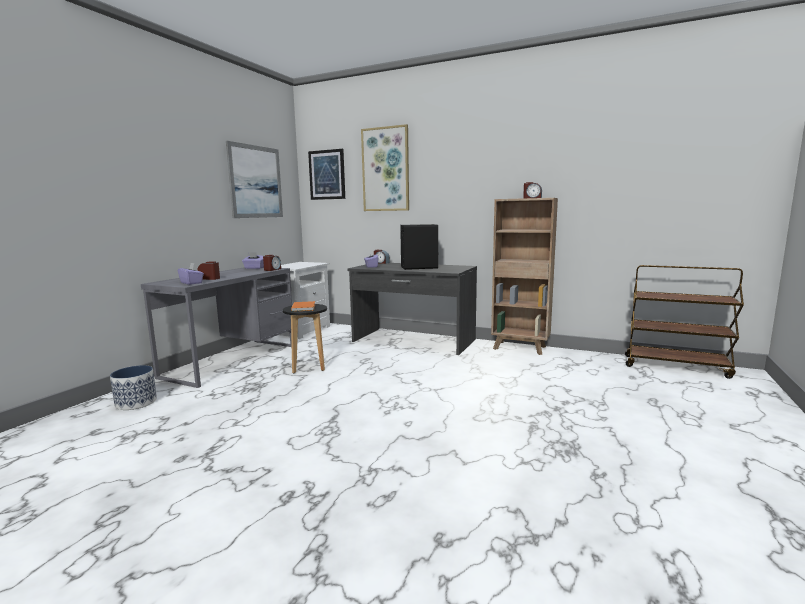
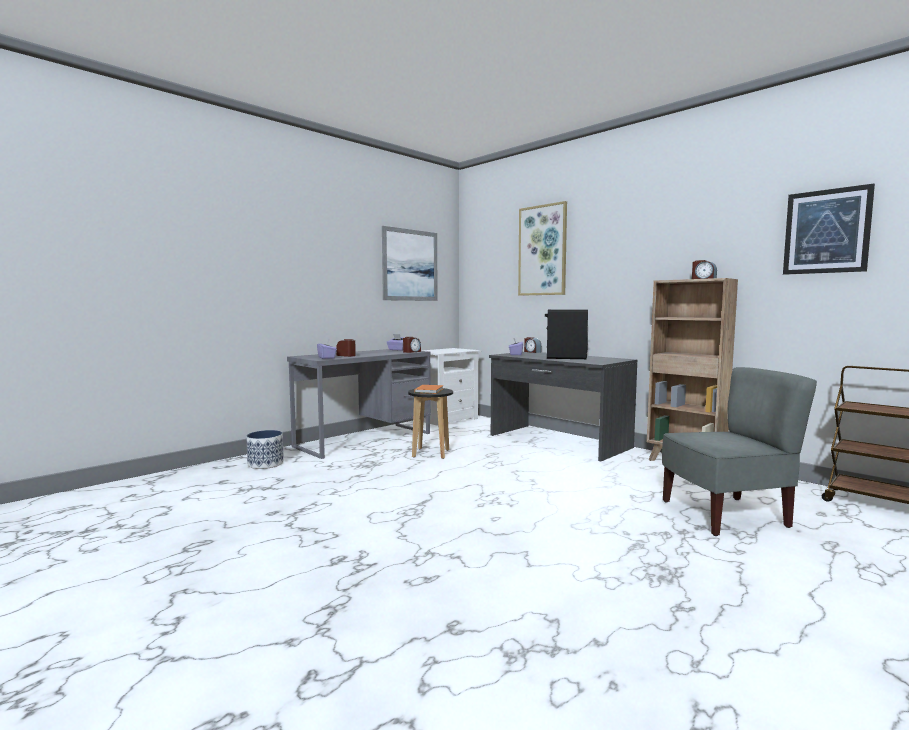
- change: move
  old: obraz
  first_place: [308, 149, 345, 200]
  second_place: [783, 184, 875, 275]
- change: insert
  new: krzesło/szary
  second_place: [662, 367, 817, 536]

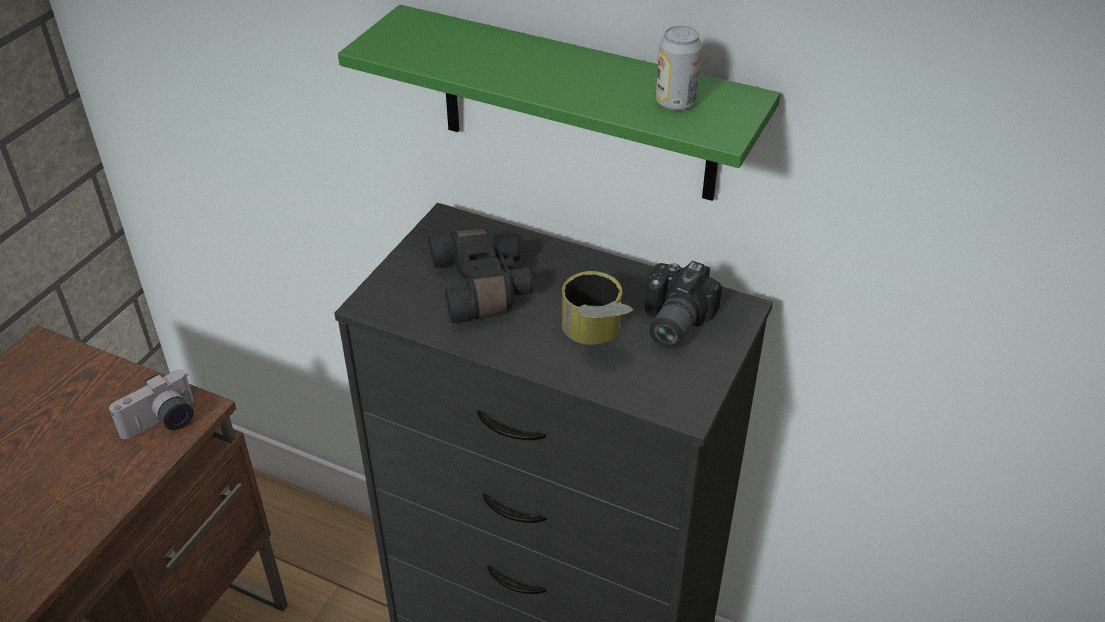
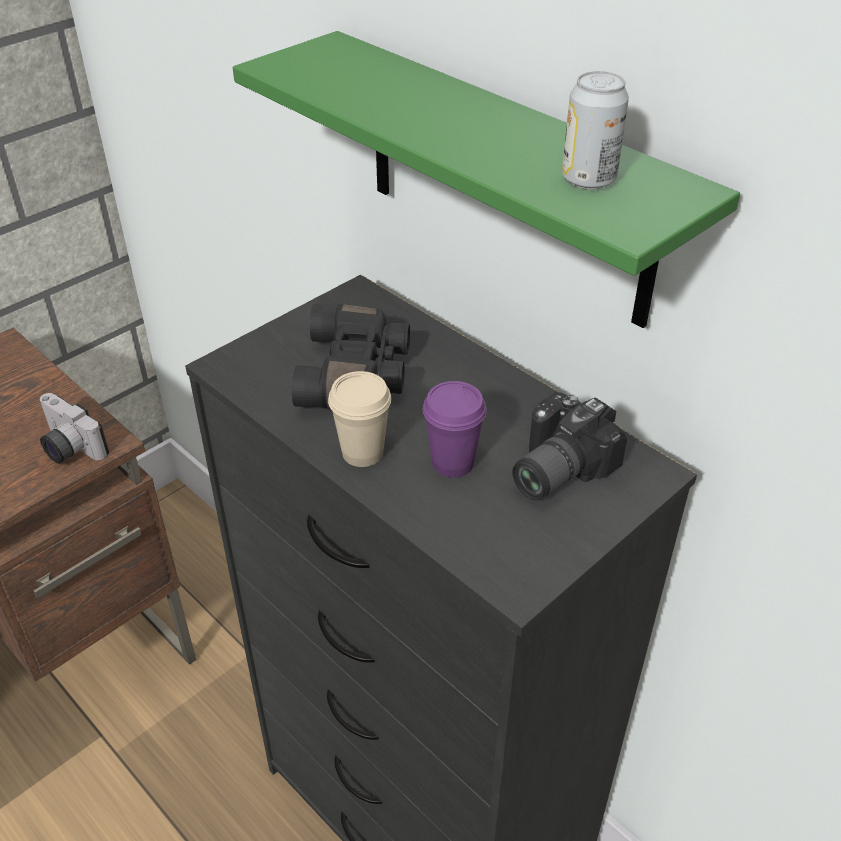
- change: replace
  old: puszka
  new: filiżanka/fioletowy
  first_place: [562, 271, 633, 345]
  second_place: [423, 381, 487, 478]
- change: rotate
  old: aparat fotograficzny
  first_place: [109, 369, 194, 439]
  second_place: [40, 393, 109, 464]
  degrees: 60
- change: insert
  new: filiżanka/beżowy
  second_place: [328, 371, 391, 467]

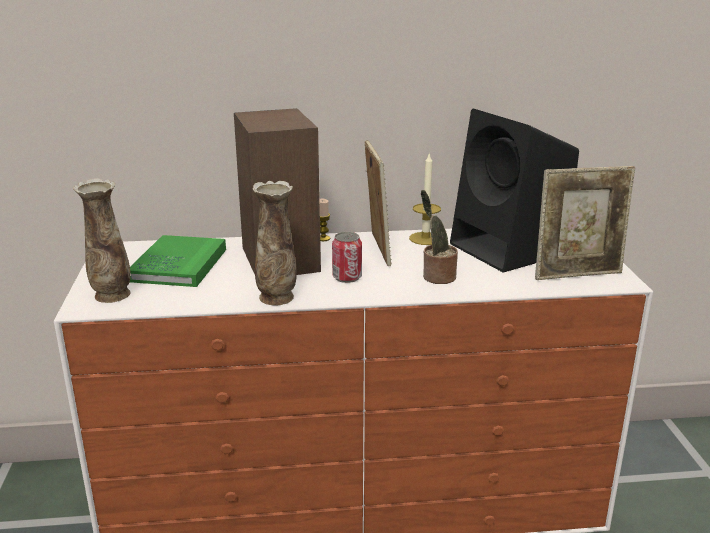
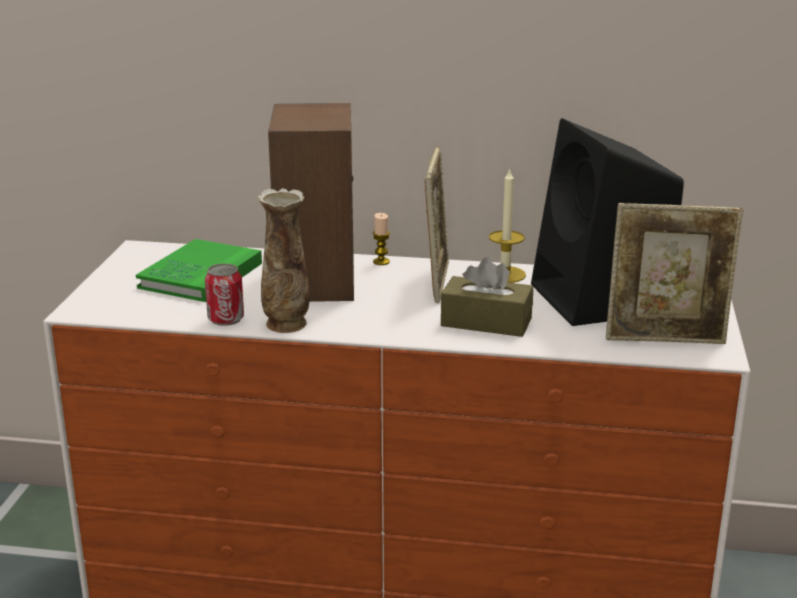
- change: delete
  old: wazon
  first_place: [73, 178, 131, 303]
- change: replace
  old: roślina doniczkowa
  new: pudełko chusteczek/brązowy
  first_place: [421, 190, 458, 284]
  second_place: [441, 257, 533, 337]
- change: move
  old: puszka
  first_place: [332, 232, 362, 283]
  second_place: [205, 263, 244, 326]

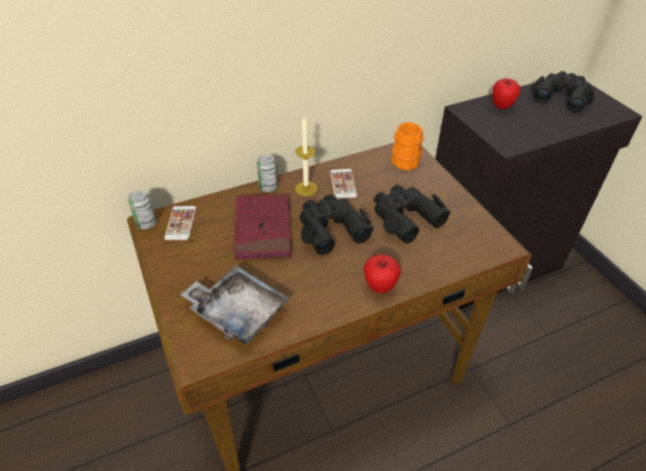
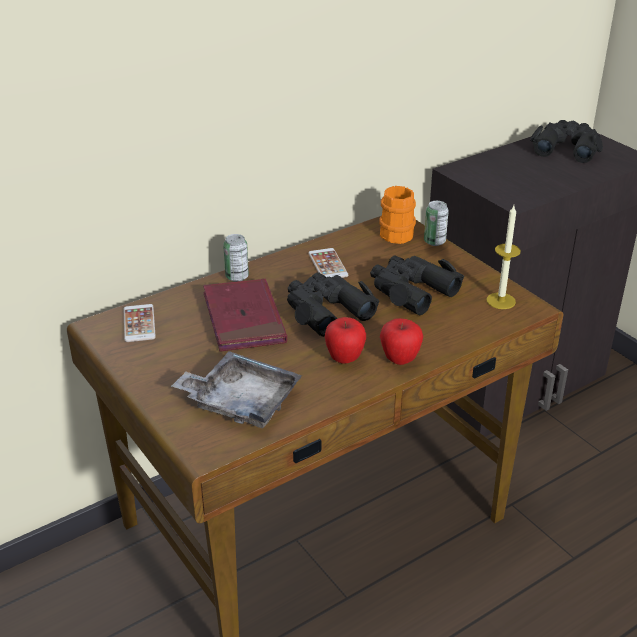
- change: move
  old: jabłko
  first_place: [492, 78, 520, 109]
  second_place: [325, 317, 366, 364]
- change: move
  old: świeca
  first_place: [295, 117, 318, 196]
  second_place: [487, 205, 521, 309]
- change: move
  old: puszka
  first_place: [128, 190, 157, 230]
  second_place: [424, 201, 449, 246]

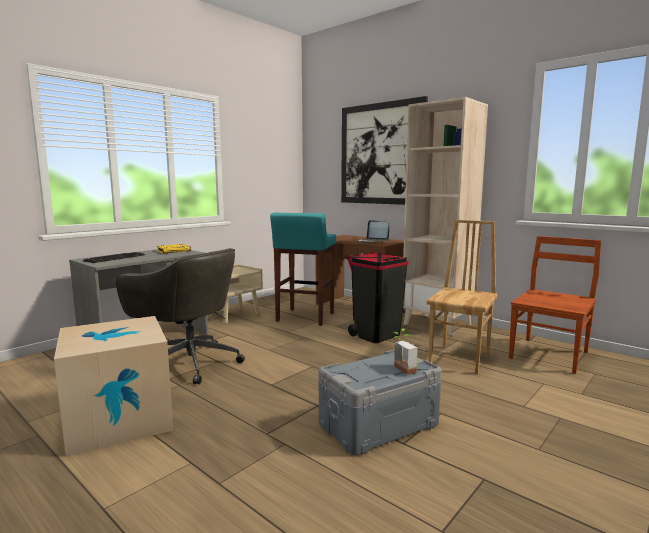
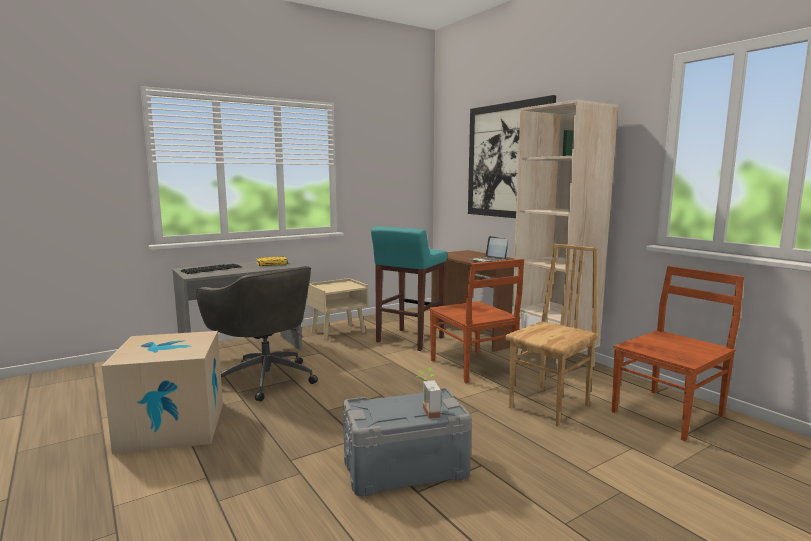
- change: replace
  old: kosz na śmieci/czarny
  new: krzesło/brązowy
  first_place: [347, 252, 409, 343]
  second_place: [429, 259, 524, 384]

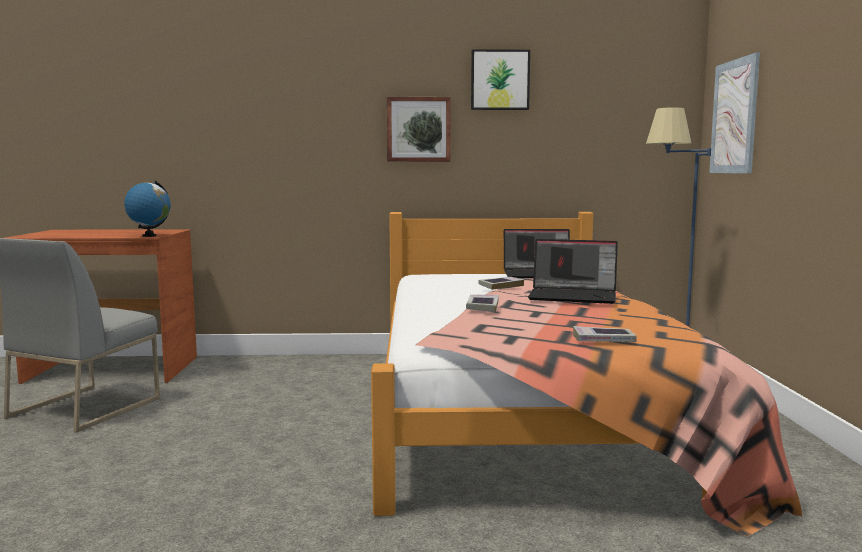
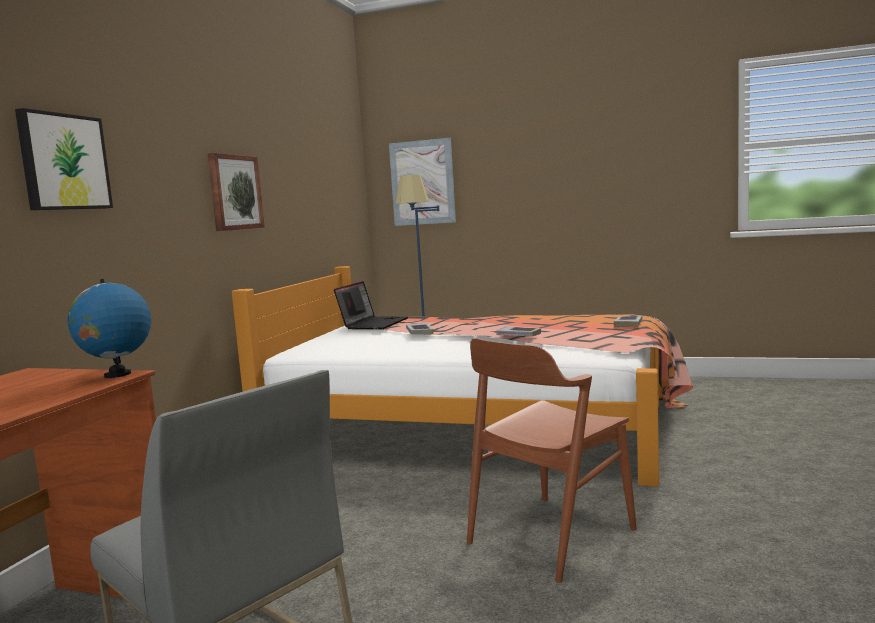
- change: move
  old: obraz
  first_place: [471, 49, 530, 110]
  second_place: [15, 108, 113, 210]
- change: delete
  old: laptop
  first_place: [528, 239, 618, 304]
- change: insert
  new: krzesło/brązowy
  second_place: [467, 338, 637, 583]

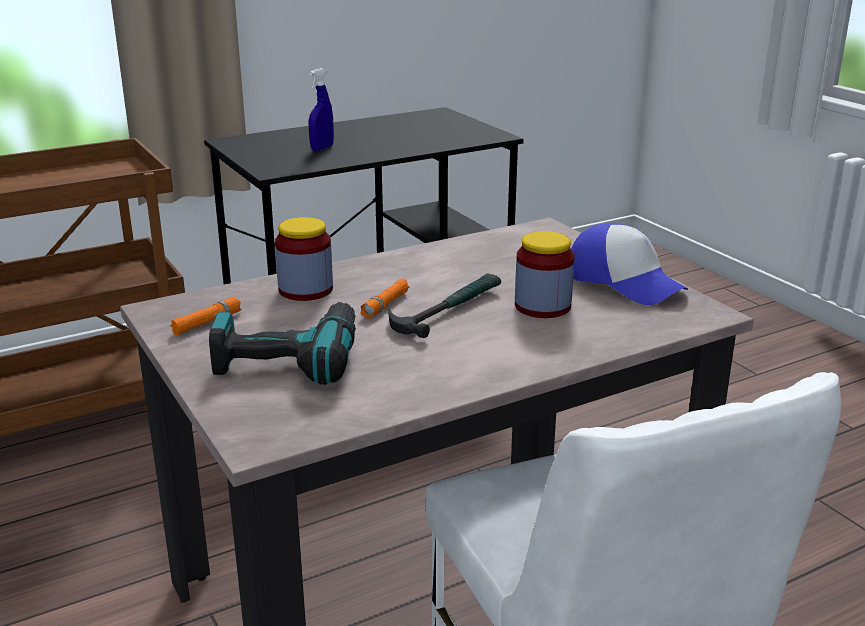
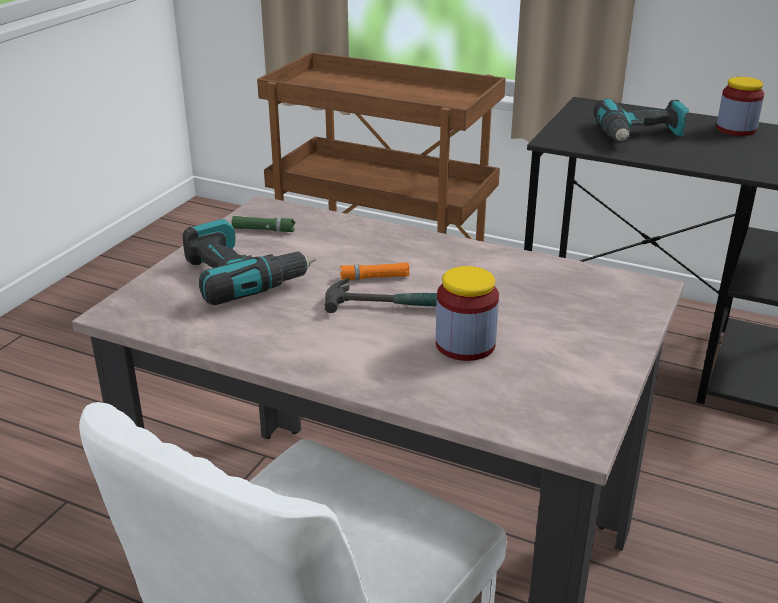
- change: replace
  old: spryskiwacz/niebieski
  new: wiertarka
  first_place: [309, 68, 334, 151]
  second_place: [594, 98, 689, 143]
- change: move
  old: słoik
  first_place: [275, 217, 333, 301]
  second_place: [716, 77, 764, 136]
- change: delete
  old: czapka z daszkiem
  first_place: [571, 223, 688, 305]
- change: recolor
  old: latarka/pomarańczowy
  new: latarka/zielony
  first_place: [170, 296, 241, 335]
  second_place: [231, 216, 295, 232]

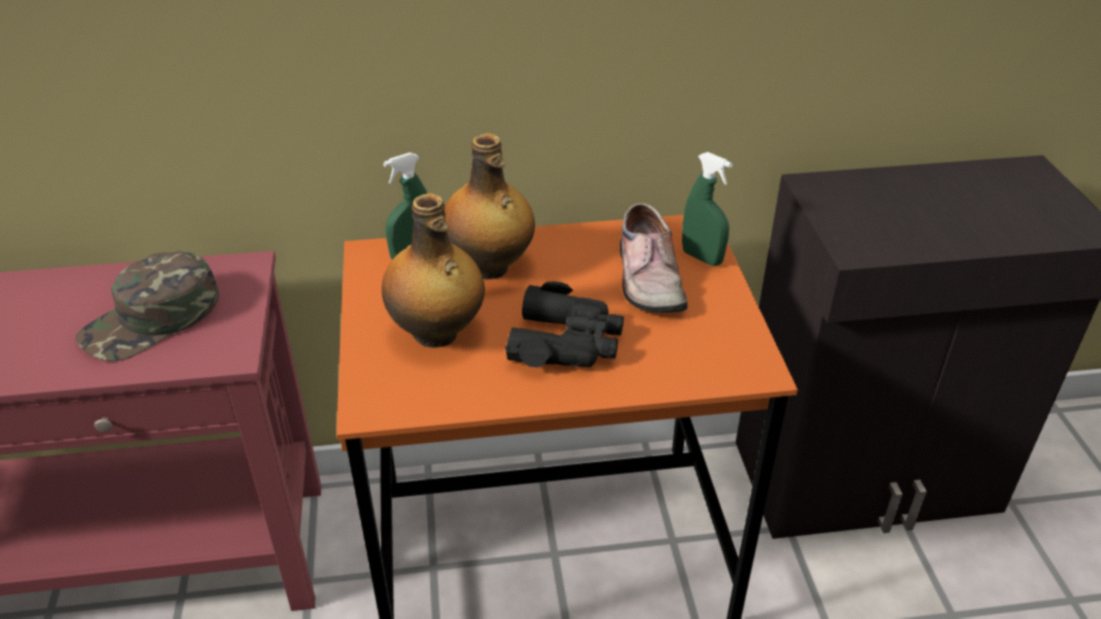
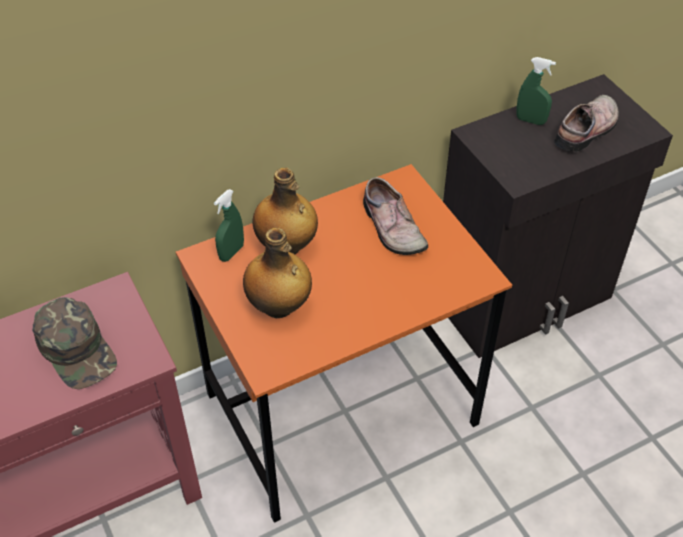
- change: move
  old: spryskiwacz/zielony
  first_place: [682, 152, 733, 266]
  second_place: [517, 57, 556, 125]
- change: rotate
  old: czapka z daszkiem/zielony
  first_place: [75, 250, 219, 361]
  second_place: [32, 297, 117, 389]
  degrees: -60
- change: delete
  old: lornetka/czarny
  first_place: [505, 281, 624, 368]
- change: insert
  new: but
  second_place: [554, 95, 619, 152]

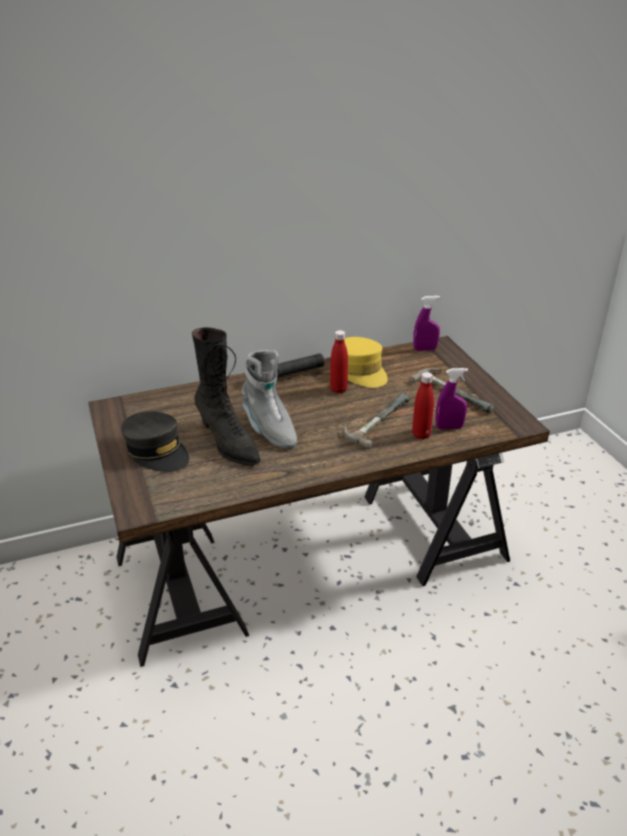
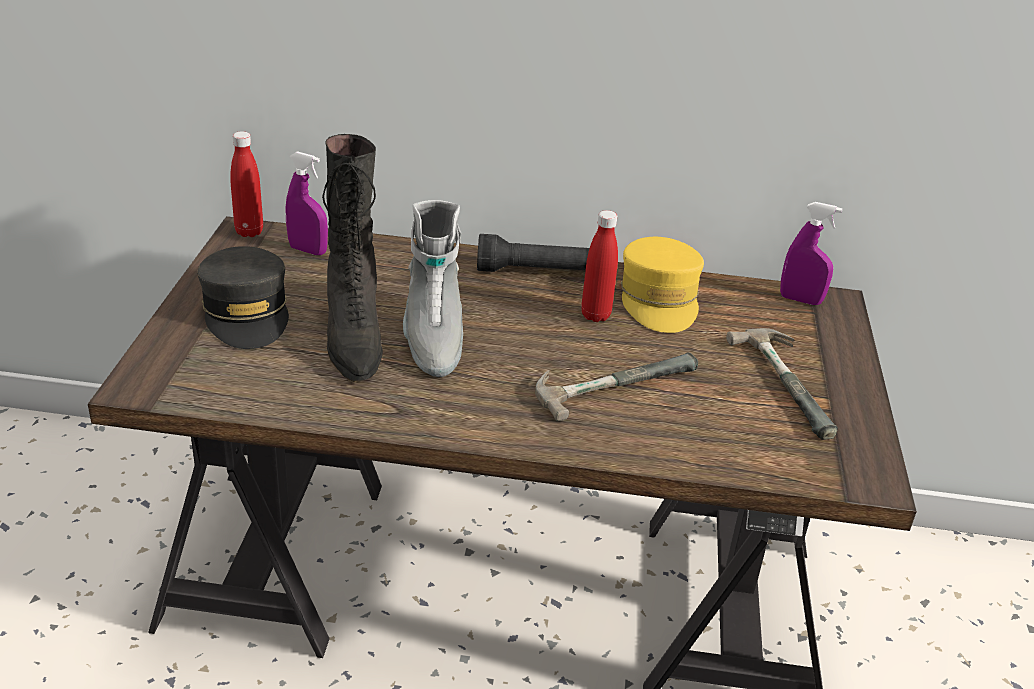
- change: move
  old: spryskiwacz/fioletowy
  first_place: [436, 368, 468, 429]
  second_place: [286, 151, 328, 255]
- change: move
  old: butelka/czerwony
  first_place: [412, 372, 434, 440]
  second_place: [230, 131, 263, 237]

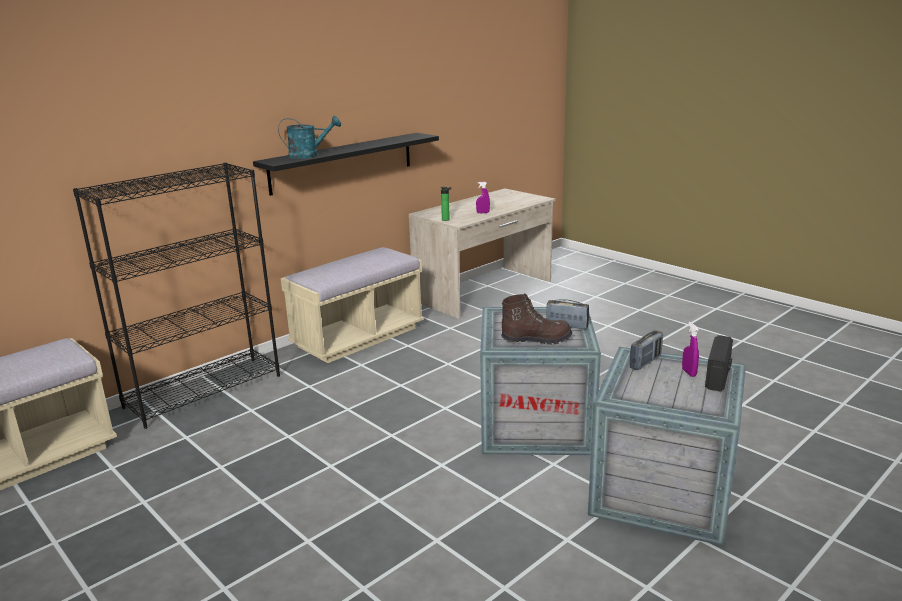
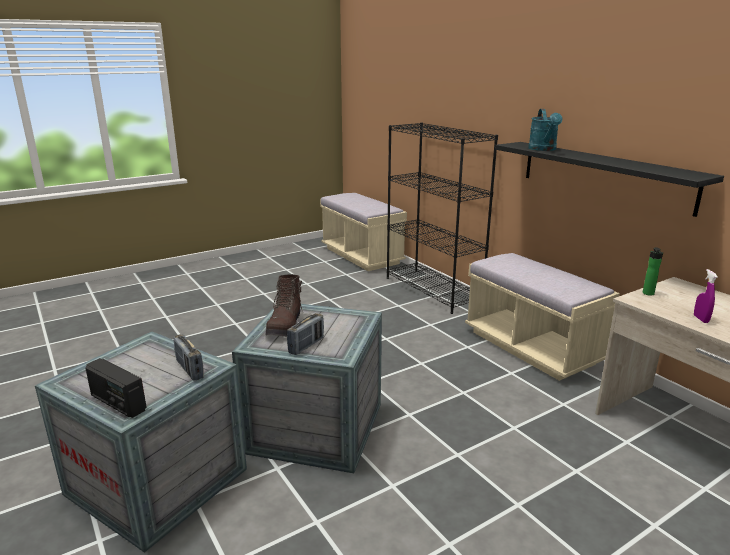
- change: delete
  old: spryskiwacz/fioletowy
  first_place: [682, 322, 699, 377]

